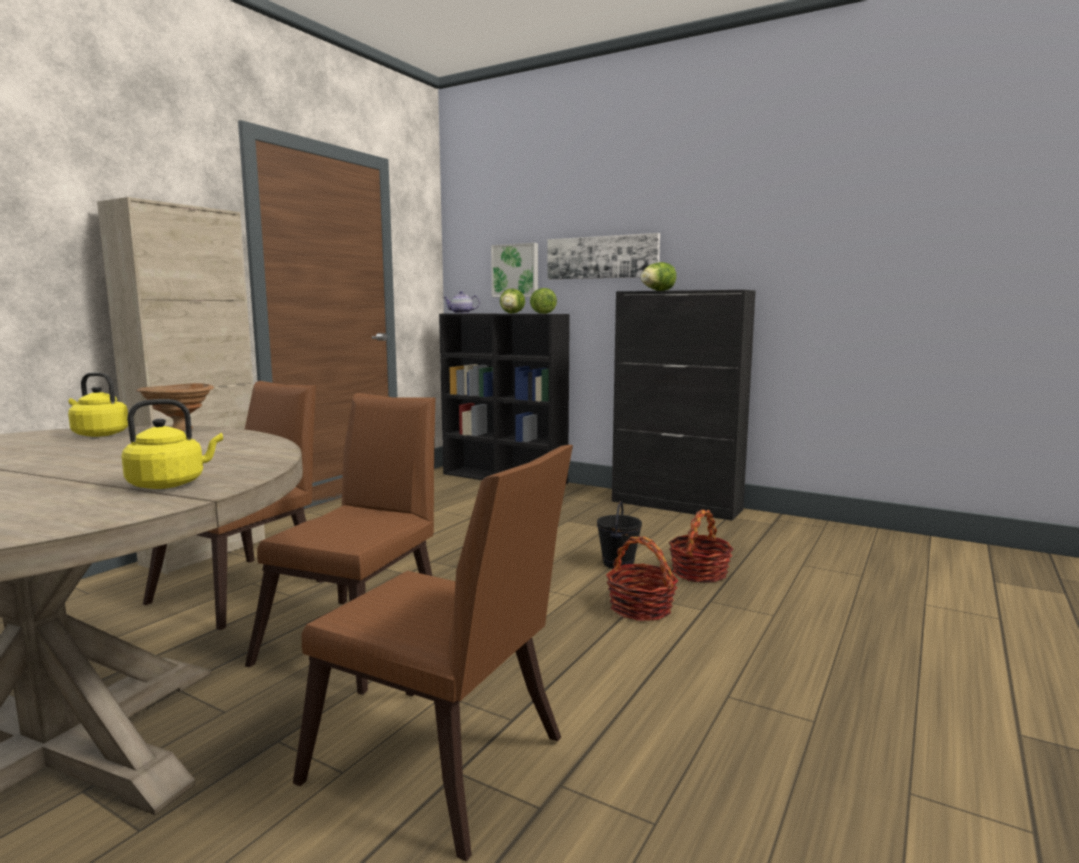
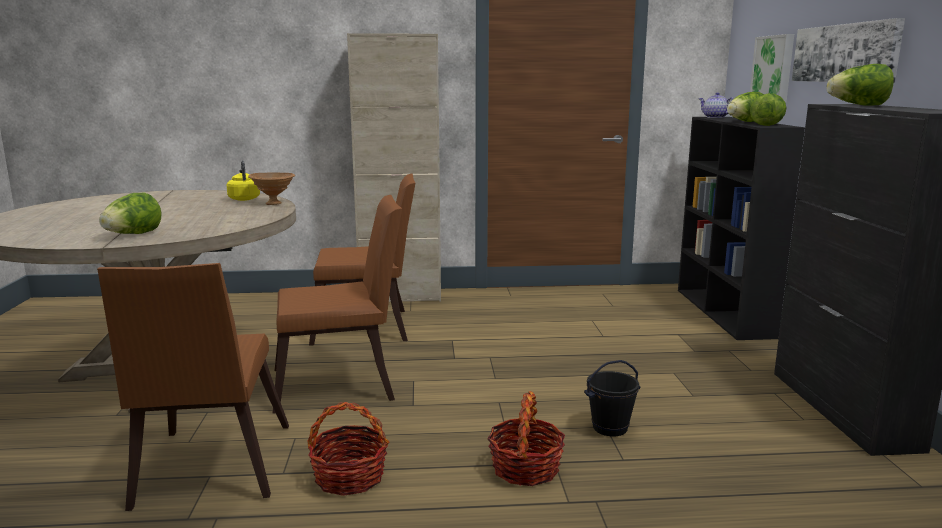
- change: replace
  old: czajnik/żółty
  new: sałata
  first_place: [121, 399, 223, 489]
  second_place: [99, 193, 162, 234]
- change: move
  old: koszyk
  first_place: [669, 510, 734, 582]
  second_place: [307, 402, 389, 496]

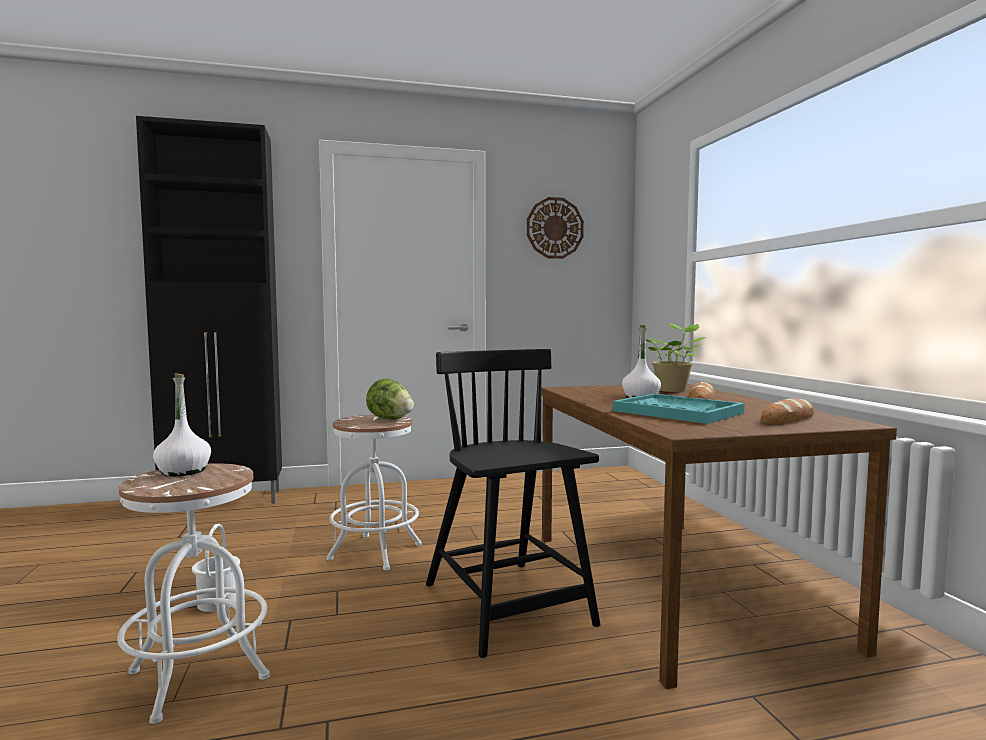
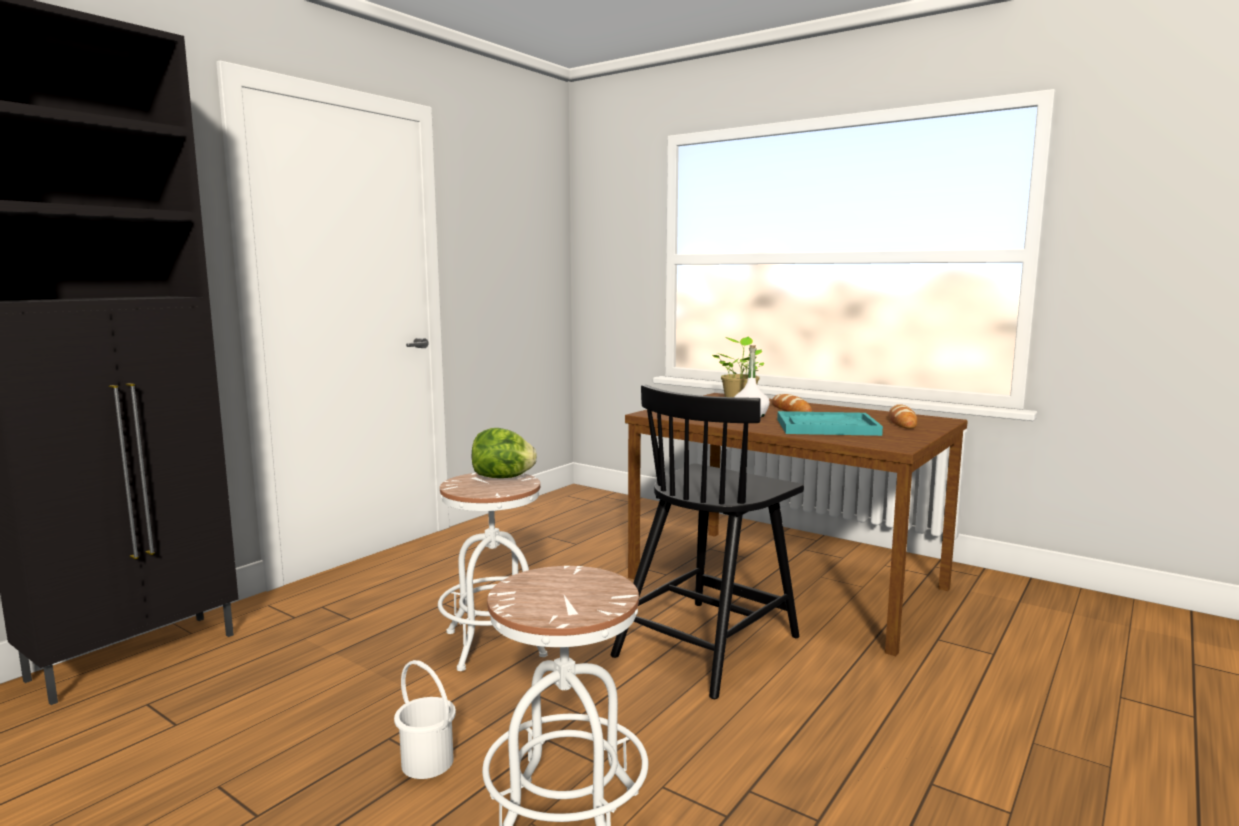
- change: delete
  old: zegar ścienny
  first_place: [527, 197, 584, 259]
- change: rotate
  old: krzesło/czarny
  first_place: [426, 349, 600, 658]
  second_place: [611, 385, 804, 699]
  degrees: -75
- change: delete
  old: butelka/biały
  first_place: [153, 374, 211, 476]

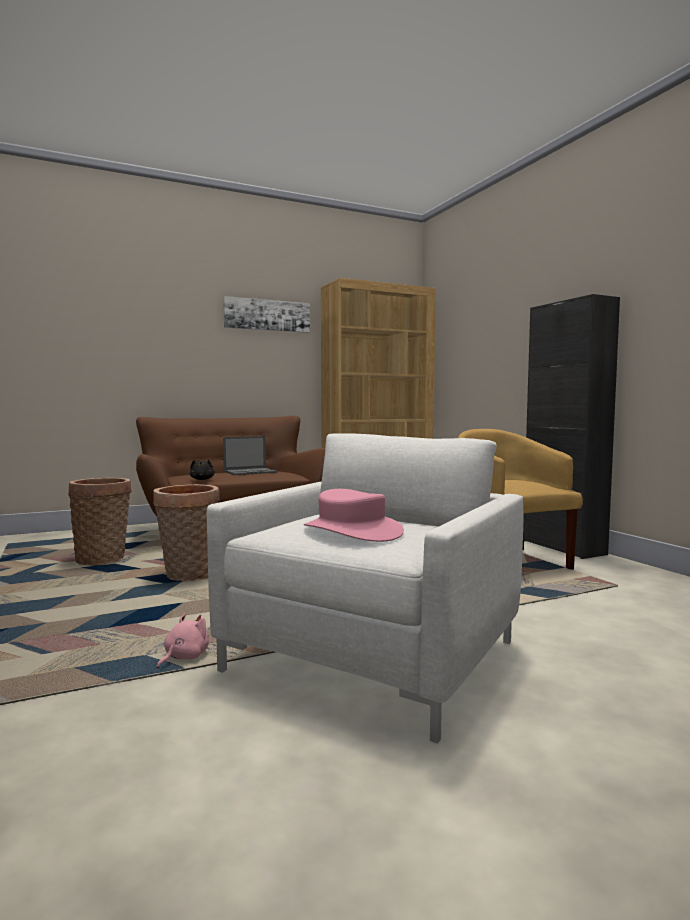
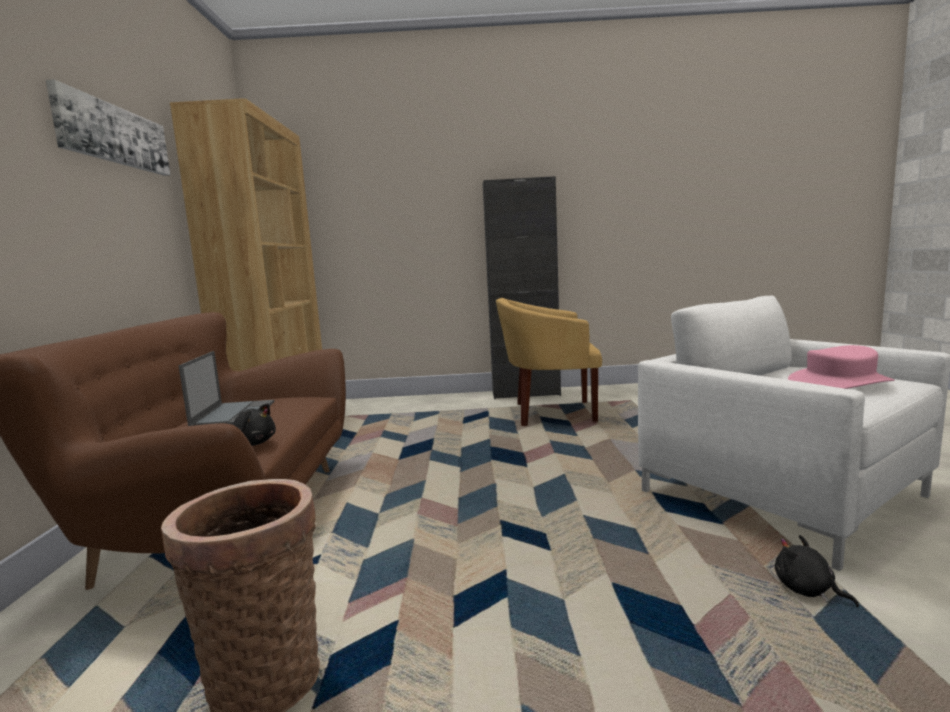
- change: delete
  old: koszyk
  first_place: [153, 484, 220, 581]
- change: recolor
  old: pluszak/różowy
  new: pluszak/czarny
  first_place: [157, 613, 209, 669]
  second_place: [775, 535, 859, 607]

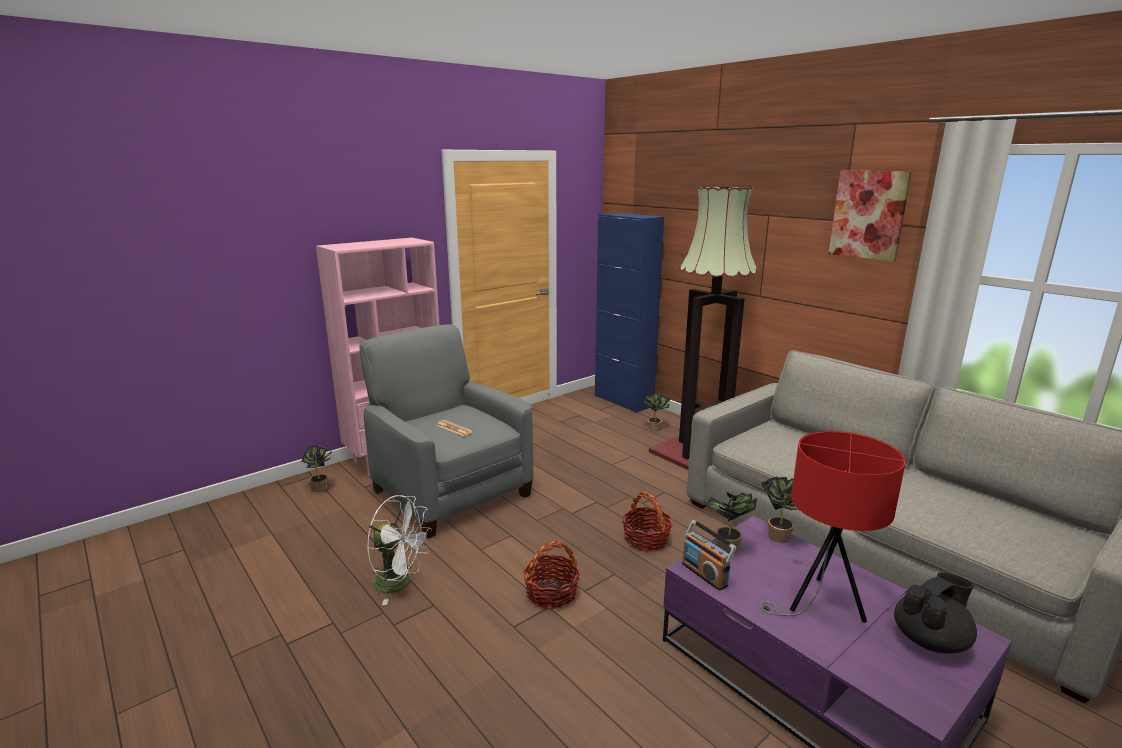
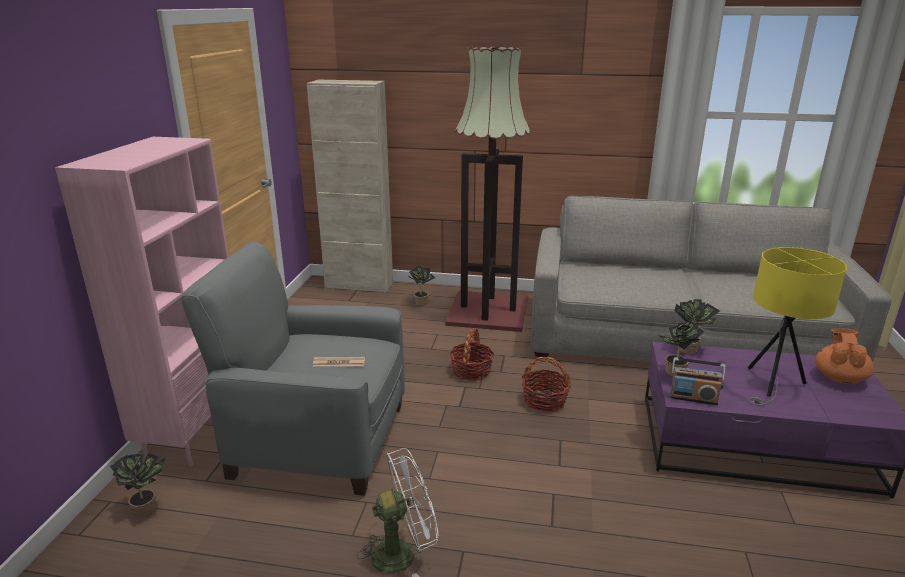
- change: delete
  old: obraz
  first_place: [829, 170, 912, 262]
- change: recolor
  old: szafka/niebieski
  new: szafka/beżowy
  first_place: [595, 213, 664, 413]
  second_place: [307, 79, 393, 293]
- change: recolor
  old: lampa stołowa/czerwony
  new: lampa stołowa/żółty
  first_place: [760, 431, 906, 623]
  second_place: [748, 247, 847, 406]
- change: move
  old: koszyk
  first_place: [523, 541, 581, 610]
  second_place: [449, 328, 495, 381]
- change: recolor
  old: imbryk/czarny
  new: imbryk/pomarańczowy
  first_place: [894, 572, 977, 653]
  second_place: [815, 328, 874, 384]

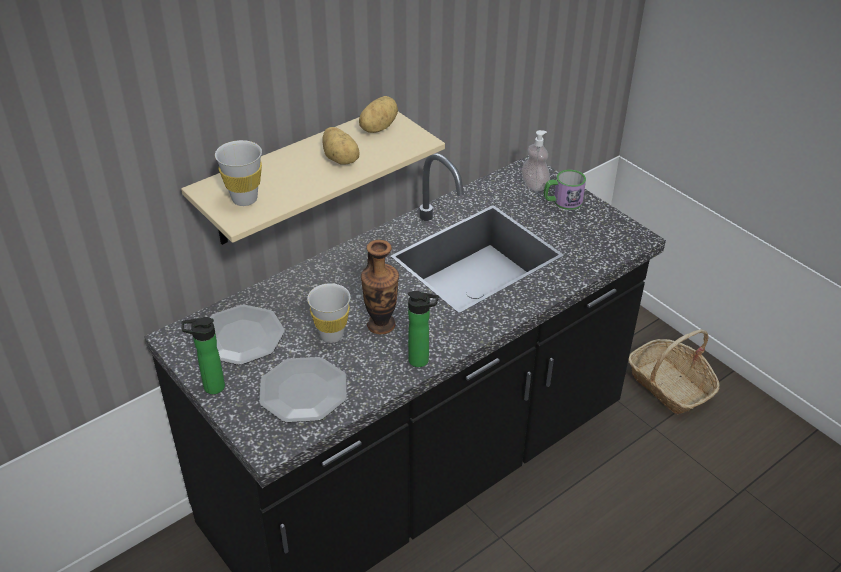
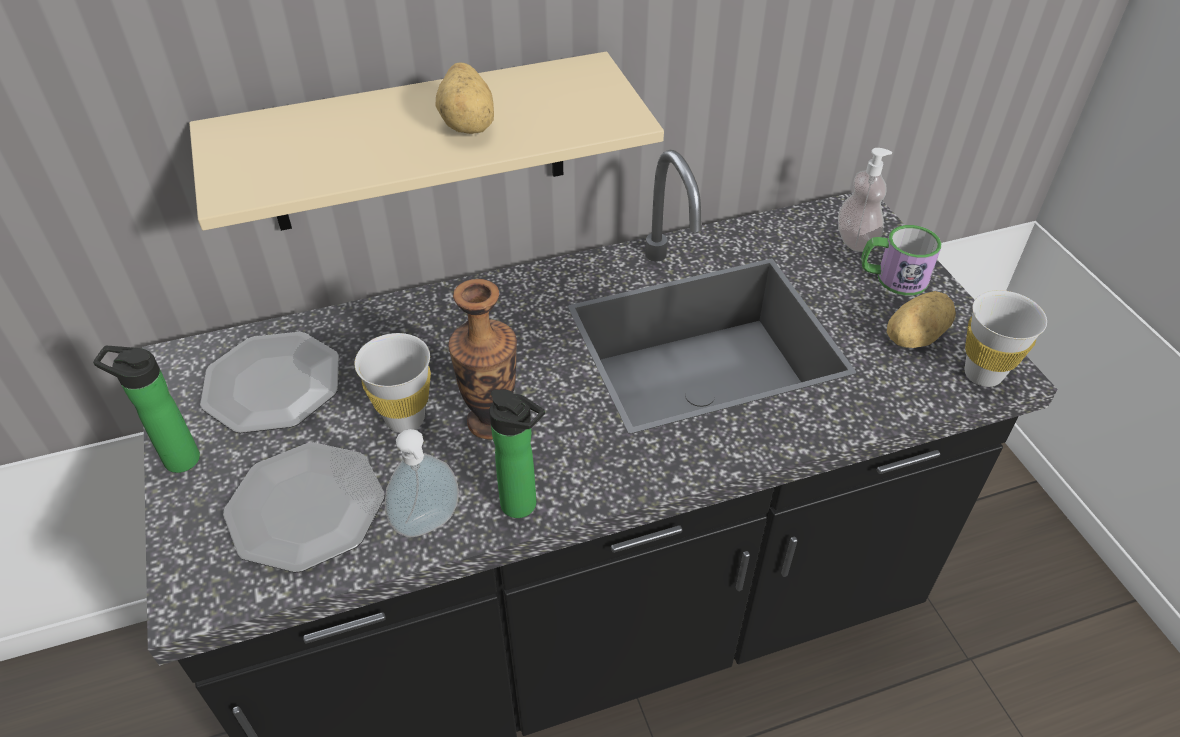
- change: move
  old: ziemniak
  first_place: [359, 96, 398, 133]
  second_place: [887, 291, 956, 348]
- change: move
  old: filiżanka/biały
  first_place: [215, 140, 262, 206]
  second_place: [965, 290, 1047, 387]
- change: delete
  old: koszyk
  first_place: [628, 329, 720, 414]
- change: insert
  new: dozownik mydła
  second_place: [385, 429, 459, 537]

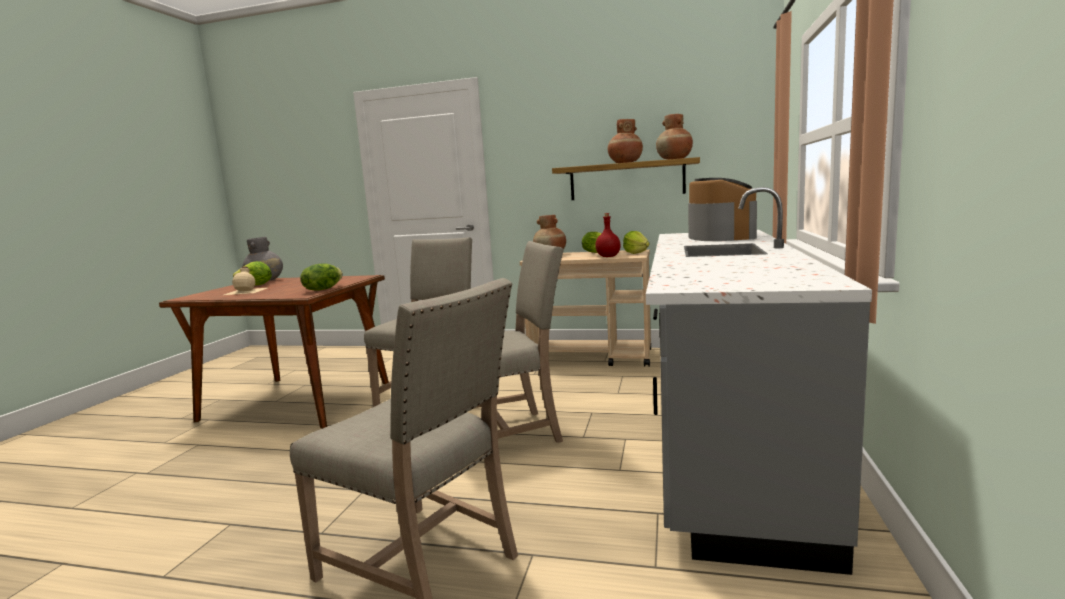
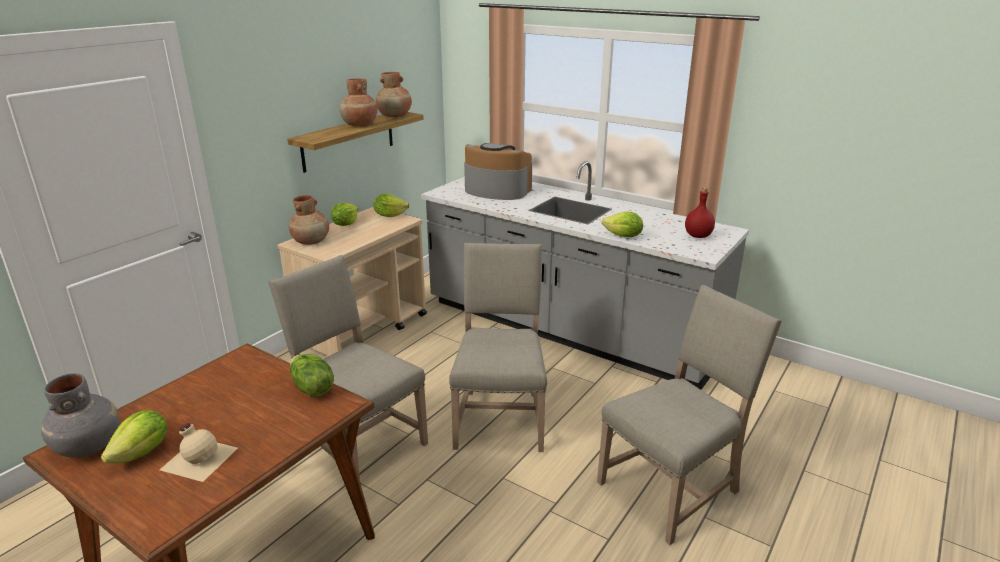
- change: move
  old: butelka/czerwony
  first_place: [595, 213, 621, 257]
  second_place: [685, 187, 715, 238]
- change: insert
  new: sałata
  second_place: [602, 212, 643, 237]

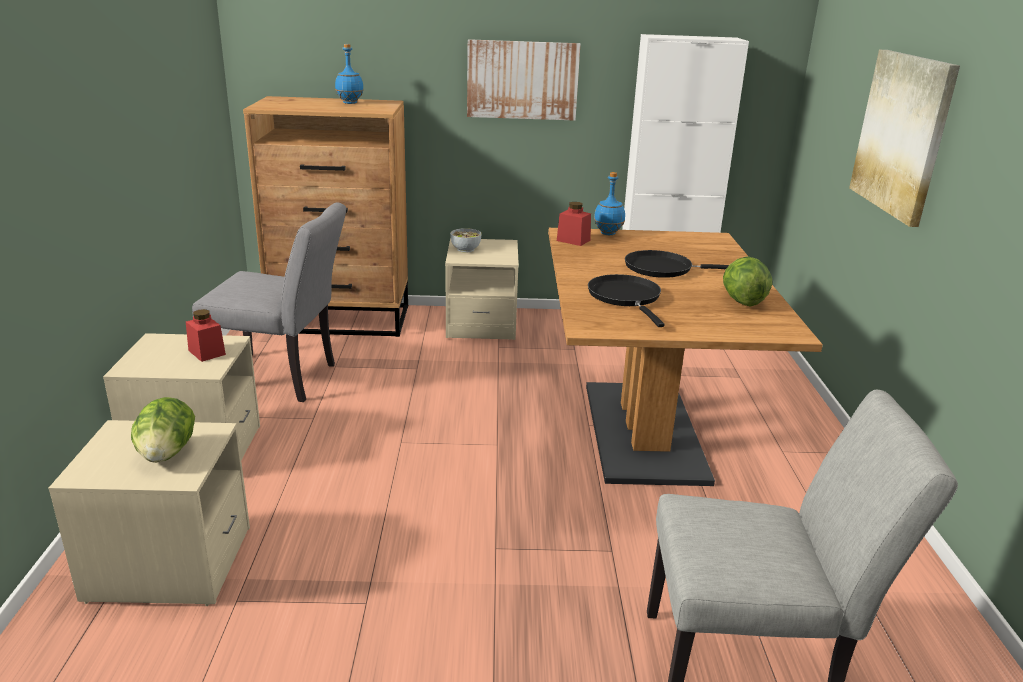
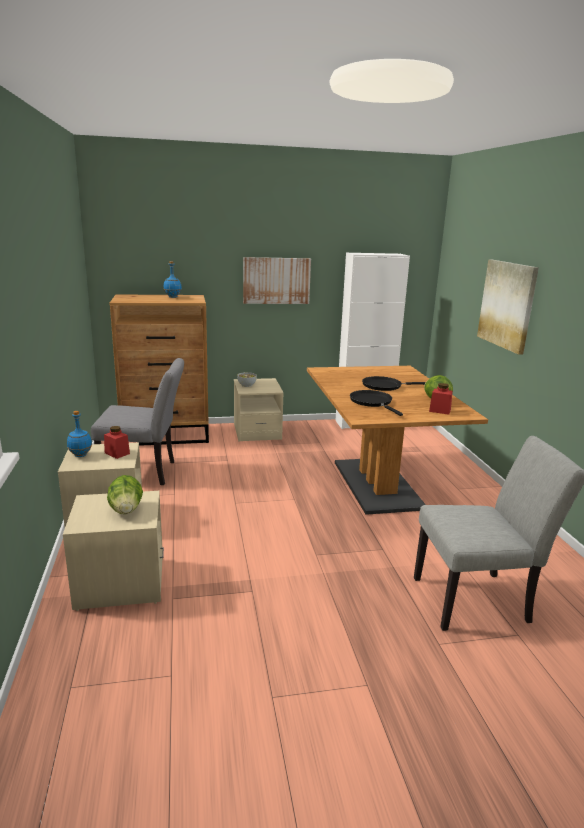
- change: move
  old: butelka/niebieski
  first_place: [594, 172, 625, 235]
  second_place: [67, 411, 92, 457]
- change: move
  old: słoik/czerwony
  first_place: [557, 202, 591, 246]
  second_place: [429, 383, 453, 415]

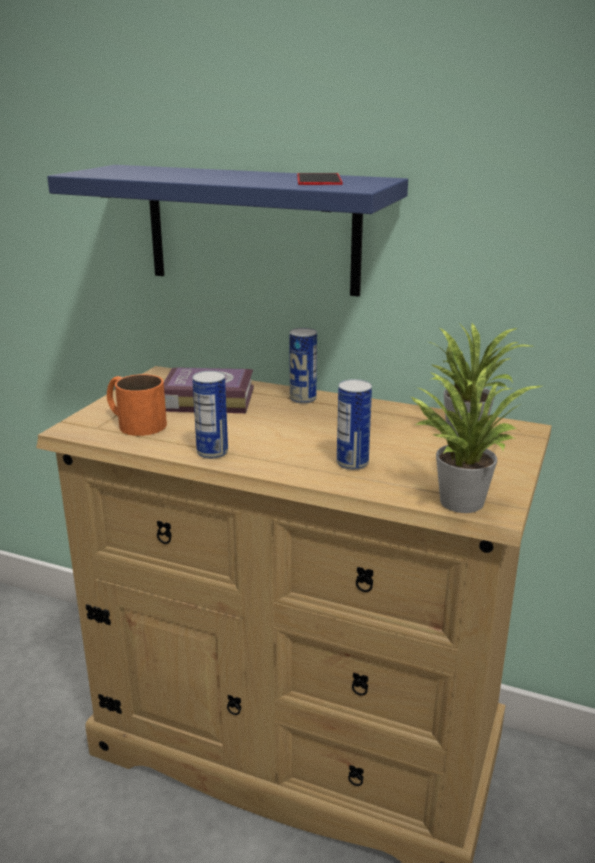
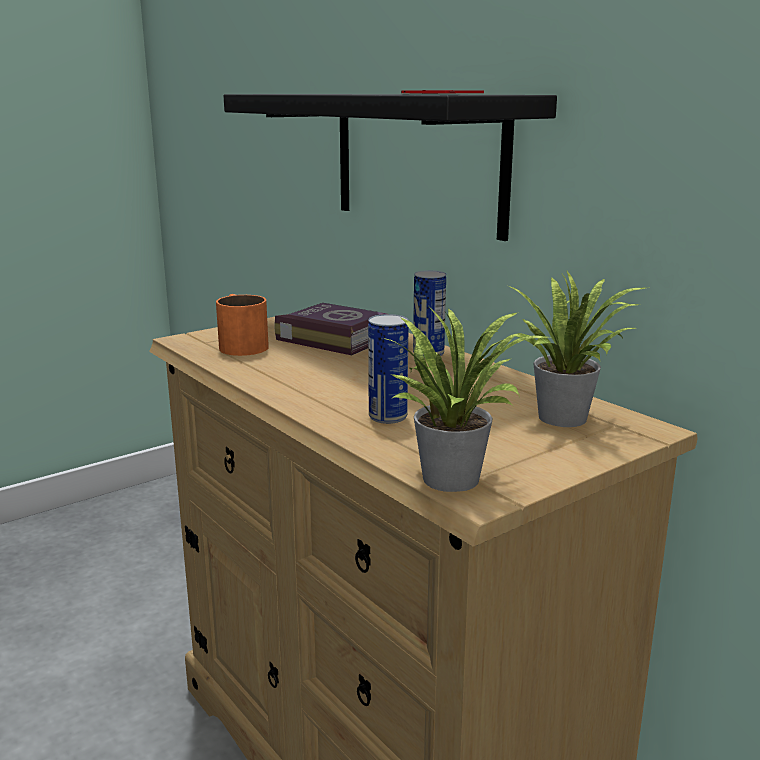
- change: recolor
  old: półka/niebieski
  new: półka/czarny
  first_place: [47, 165, 408, 297]
  second_place: [223, 94, 557, 241]
- change: delete
  old: puszka
  first_place: [192, 371, 228, 459]

